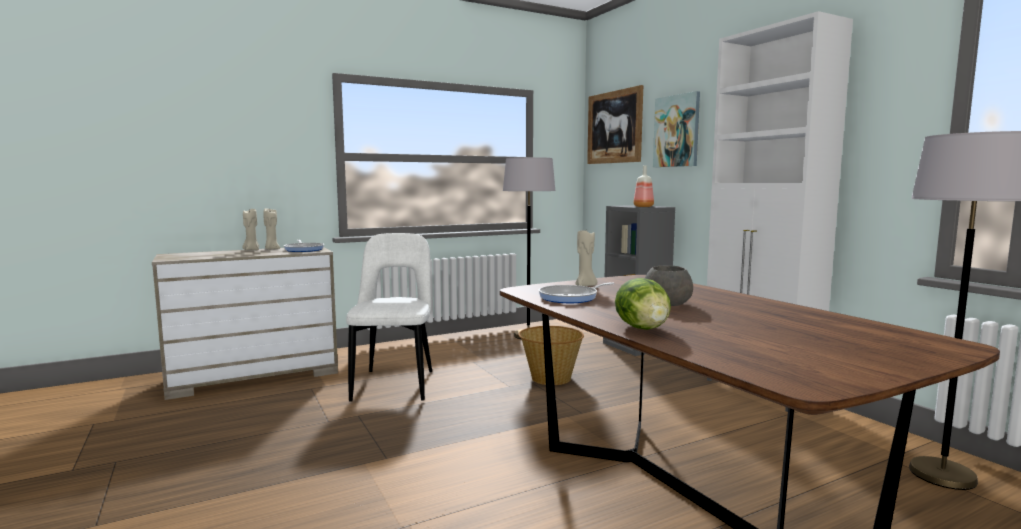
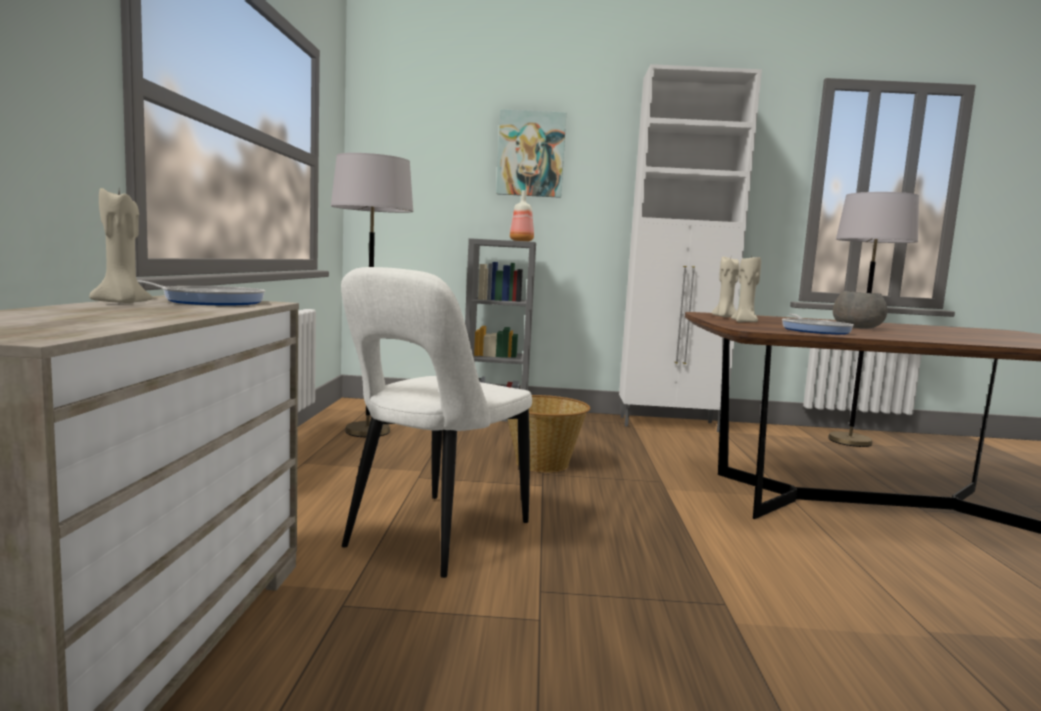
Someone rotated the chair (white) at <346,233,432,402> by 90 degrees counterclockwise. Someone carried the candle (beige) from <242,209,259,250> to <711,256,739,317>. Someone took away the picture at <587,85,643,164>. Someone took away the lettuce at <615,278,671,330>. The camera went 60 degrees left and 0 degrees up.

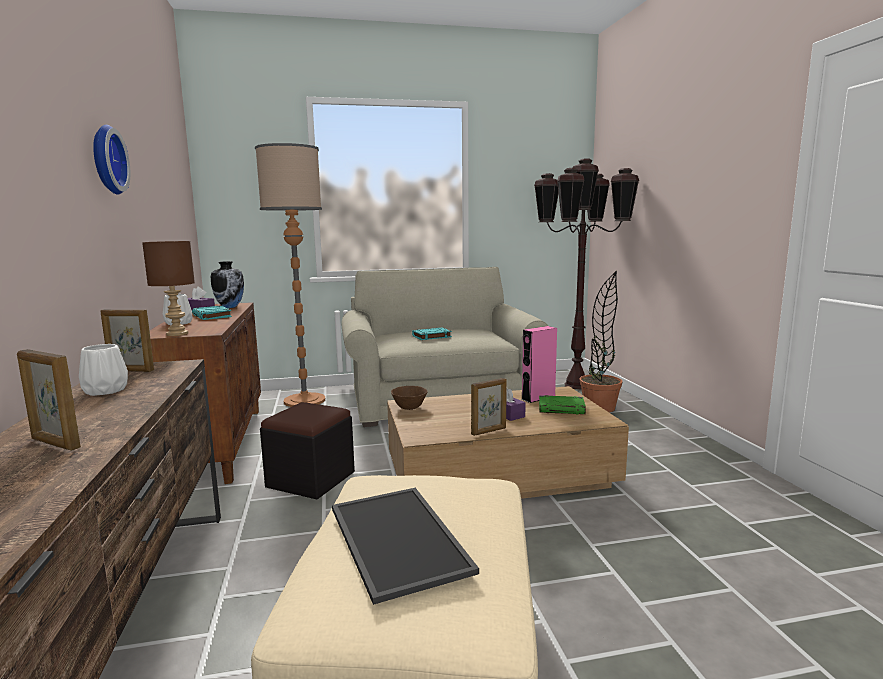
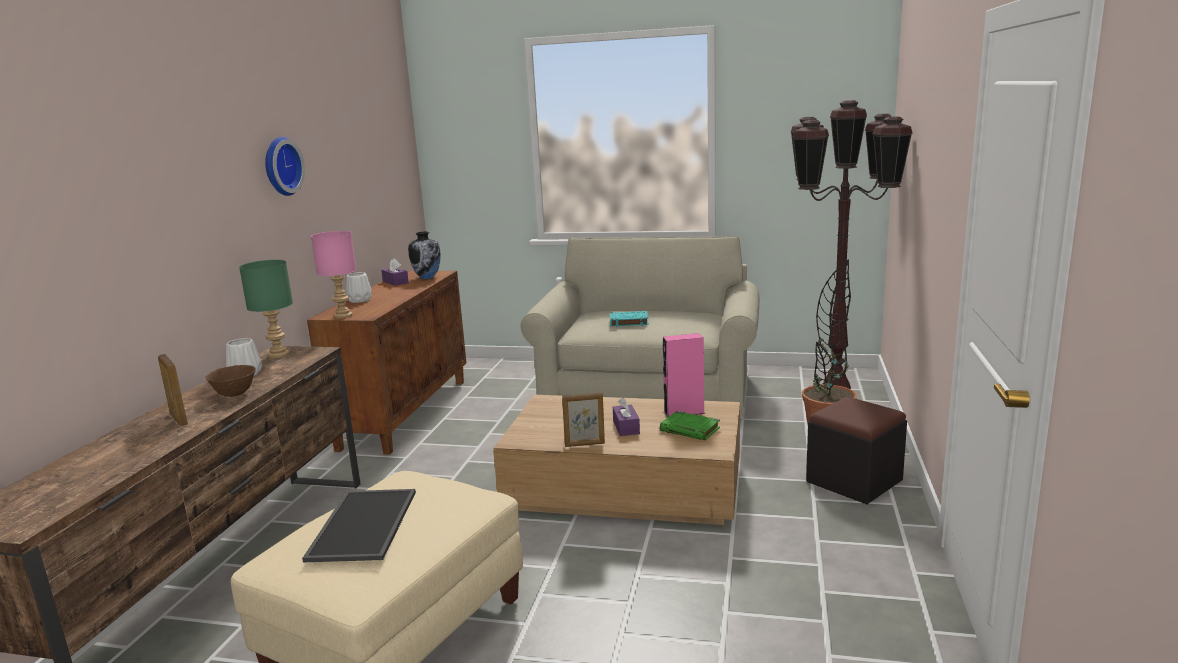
Someone carried the bowl (brown) from <391,386,428,410> to <205,365,256,397>. Someone swapped the picture frame at <100,309,154,372> for the table lamp (green) at <239,260,293,358>. Someone repainted the table lamp (brown) at <142,241,195,336>, which became the table lamp (pink) at <311,231,357,318>. Someone carried the ottoman (black) from <260,402,355,499> to <806,397,907,504>. Someone took away the book (turquoise) at <192,306,232,320>. Someone took away the floor lamp at <255,143,325,407>. The camera went 25 degrees right and 5 degrees up.

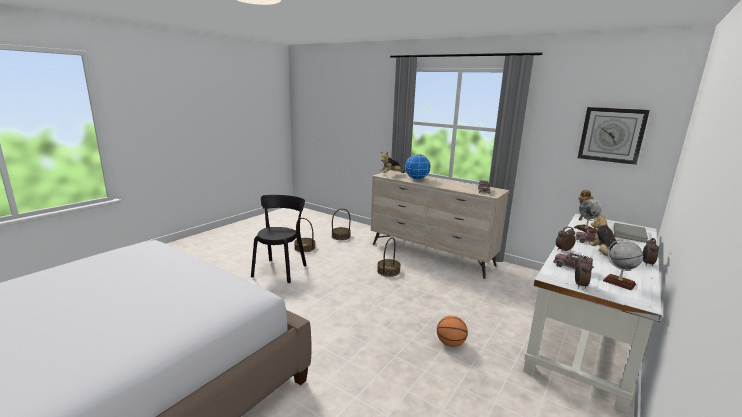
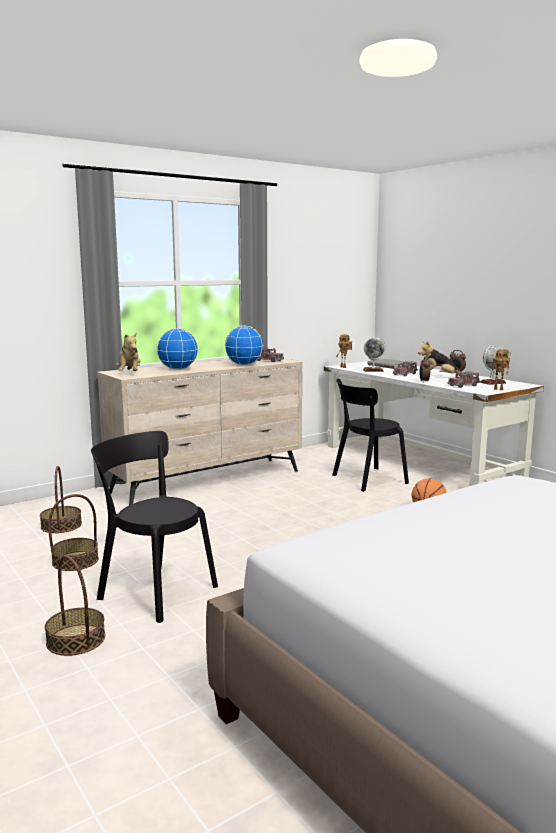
Someone carried the basket from <377,237,401,277> to <45,556,105,656>. Someone put down the globe at <224,326,264,365>. Someone put down the chair (black) at <332,379,409,492>. Someone swapped the alarm clock at <575,256,592,289> for the toy robot at <490,349,511,390>. Someone took away the wall clock at <578,107,650,165>. The camera went 70 degrees left and 5 degrees down.

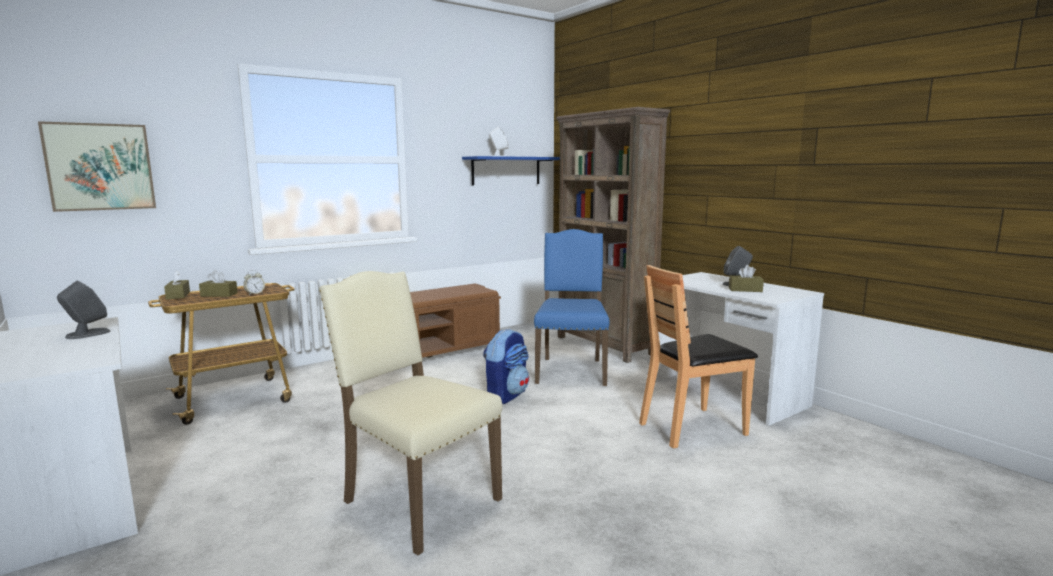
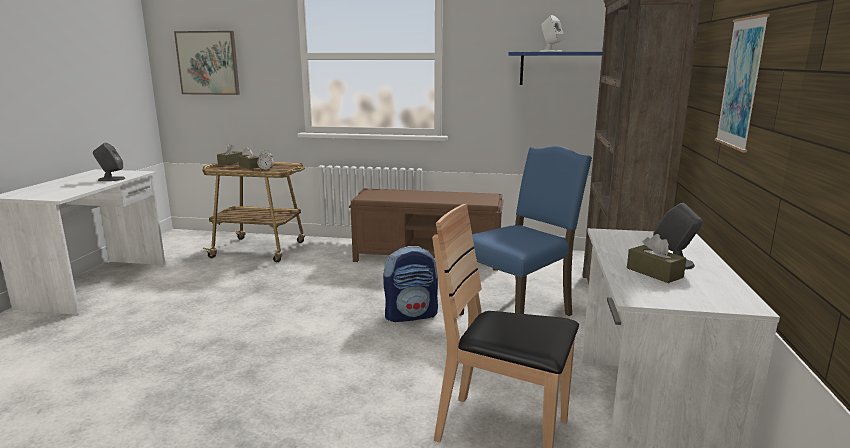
Someone put up the picture at <715,14,770,153>. Someone took away the chair (beige) at <319,271,502,555>. The camera went 45 degrees right and 5 degrees up.

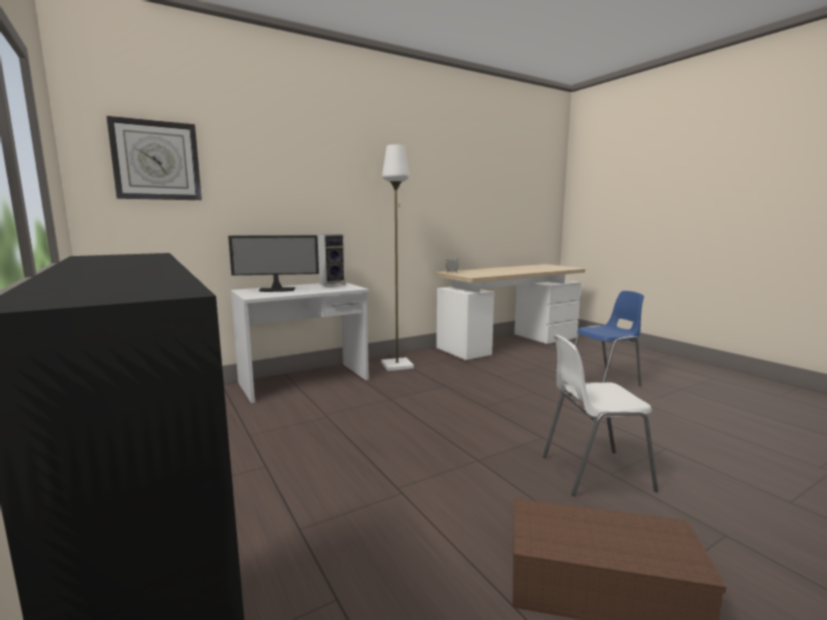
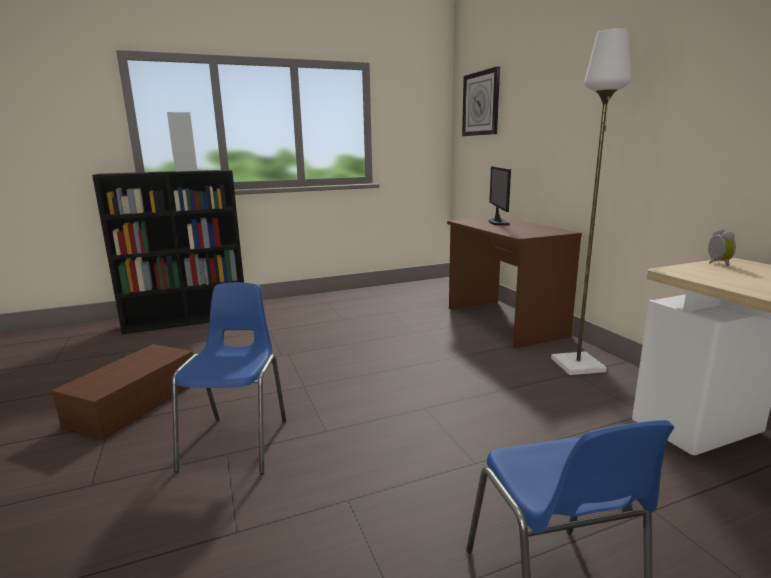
Someone carried the speaker from <317,234,346,287> to <167,112,197,172>. Someone repainted the chair (white) at <543,335,658,496>, which became the chair (blue) at <172,282,286,474>. Someone repainted the desk (white) at <230,283,369,403>, which became the desk (brown) at <447,217,582,348>. The camera went 100 degrees right and 5 degrees up.

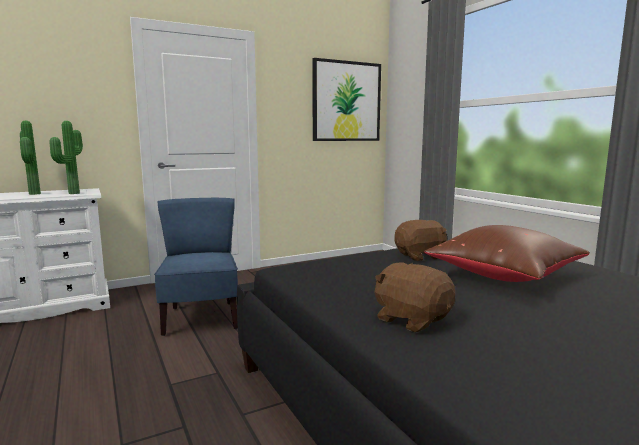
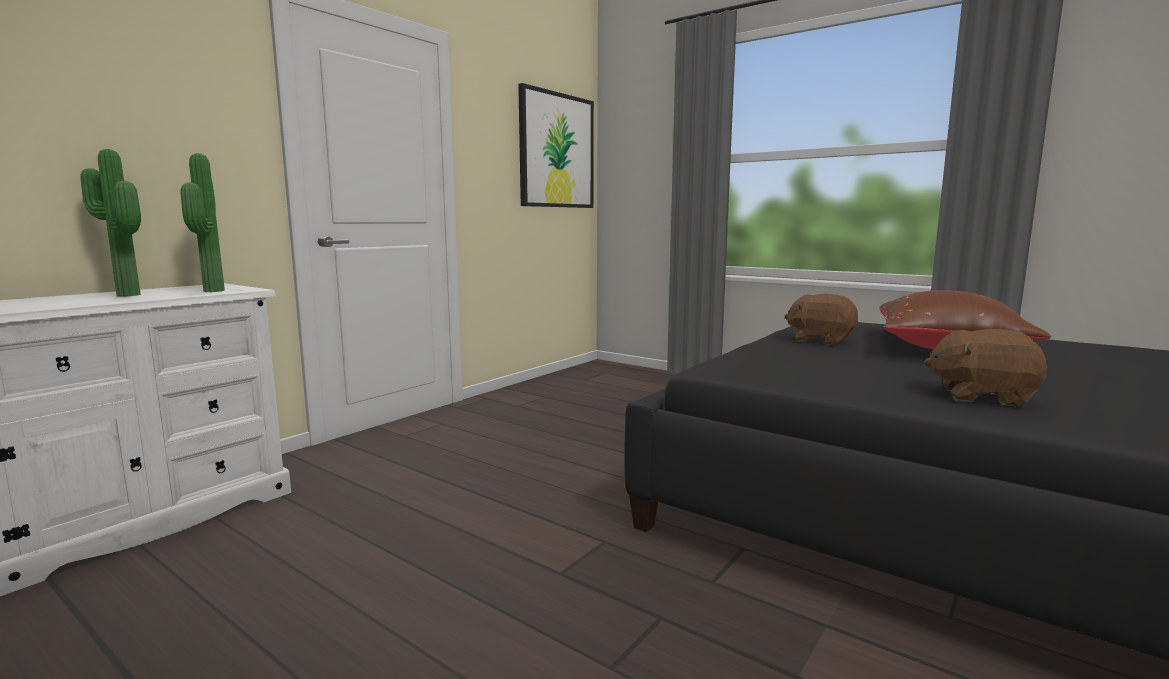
Someone rotated the plush toy (brown) at <394,220,447,261> by 105 degrees counterclockwise. Someone took away the chair (blue) at <154,198,238,336>. The camera went 25 degrees left and 0 degrees up.

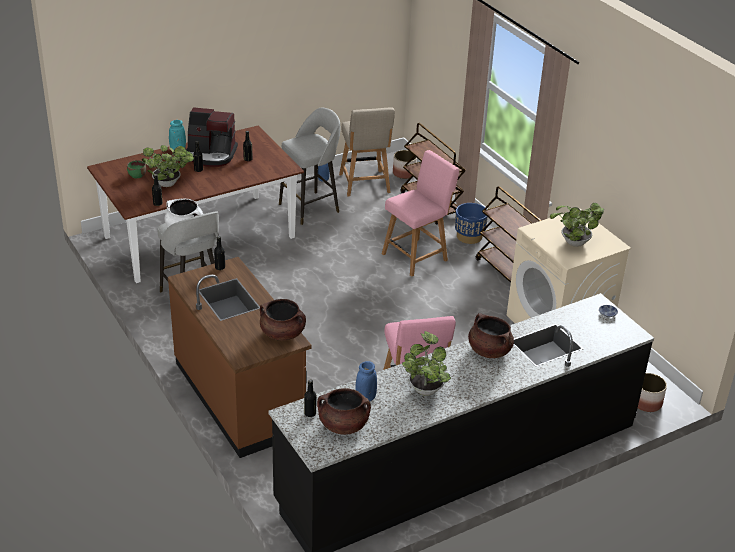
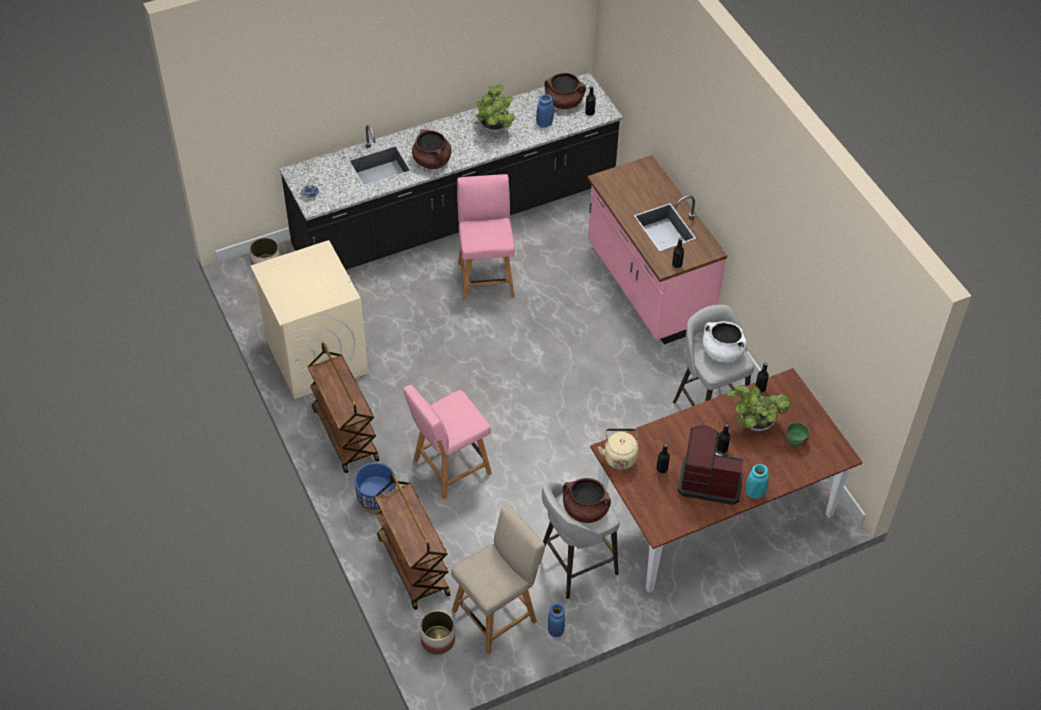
Someone rotated the chair (beige) at <339,107,395,196> by 60 degrees clockwise. Someone carried the cooking pot (brown) from <260,299,306,340> to <563,478,611,523>. Someone repainted the counter (brown) at <168,257,311,458>, which became the counter (pink) at <587,155,727,344>. Someone put down the kettle (beige) at <598,428,638,470>. Someone took away the potted plant at <550,203,604,247>. The camera went 175 degrees left and 15 degrees up.

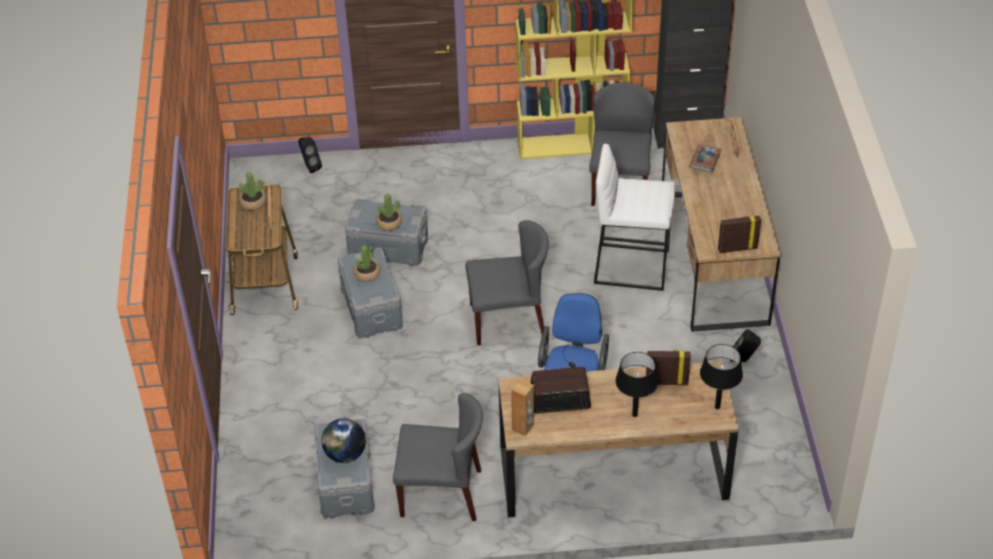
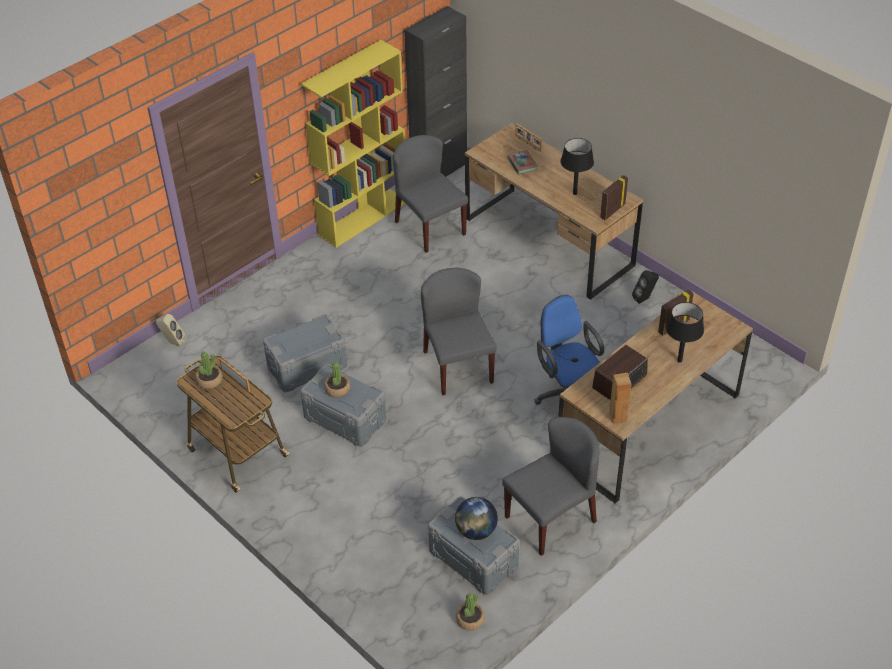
Someone repainted the speaker (black) at <298,137,322,173>, which became the speaker (beige) at <156,314,185,346>. Someone rotated the chair (grey) at <465,220,549,345> by 60 degrees counterclockwise. Someone carried the potted plant from <376,193,402,231> to <456,593,485,630>. Someone carried the table lamp (black) from <700,344,743,409> to <561,138,594,195>. Someone took away the stool (white) at <594,144,675,291>. The camera went 40 degrees left and 0 degrees up.

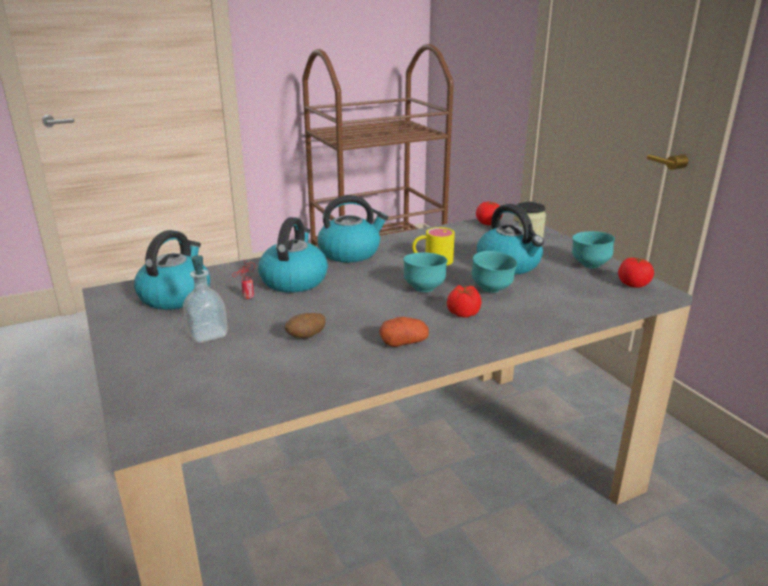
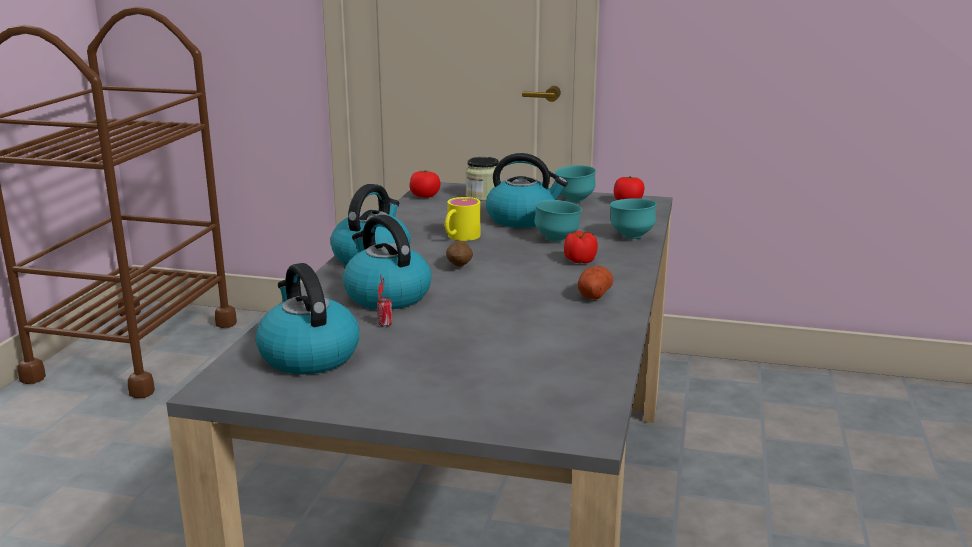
Someone carried the potato from <285,313,325,339> to <446,241,473,267>. Someone carried the bowl (turquoise) from <403,252,447,292> to <610,198,657,239>. Someone took away the soap dispenser at <183,255,228,343>. The camera went 50 degrees left and 5 degrees down.

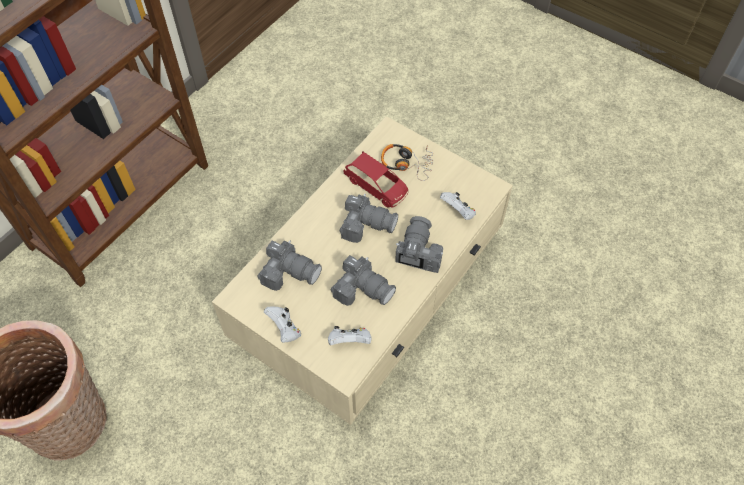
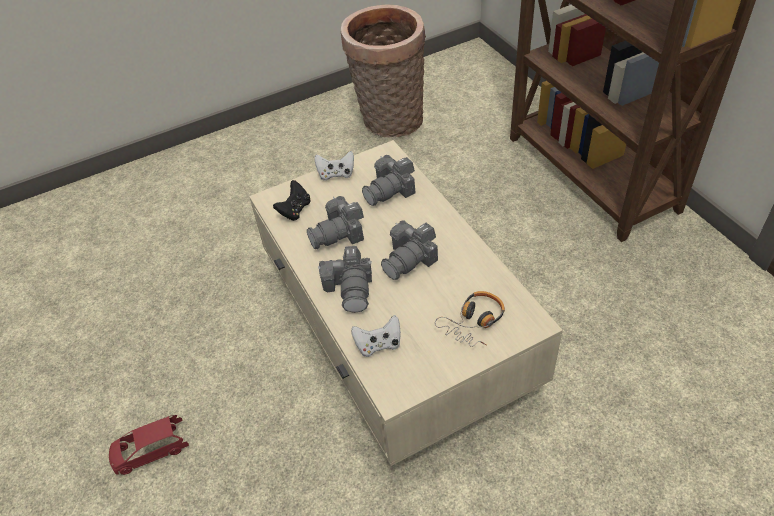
Someone carried the toy car (red) from <343,151,408,208> to <109,415,189,475>. Someone repainted the game controller (white) at <328,326,372,345>, which became the game controller (black) at <273,180,310,221>. Someone rotated the photo camera at <395,216,443,273> by 45 degrees clockwise. The camera went 120 degrees right and 10 degrees down.

